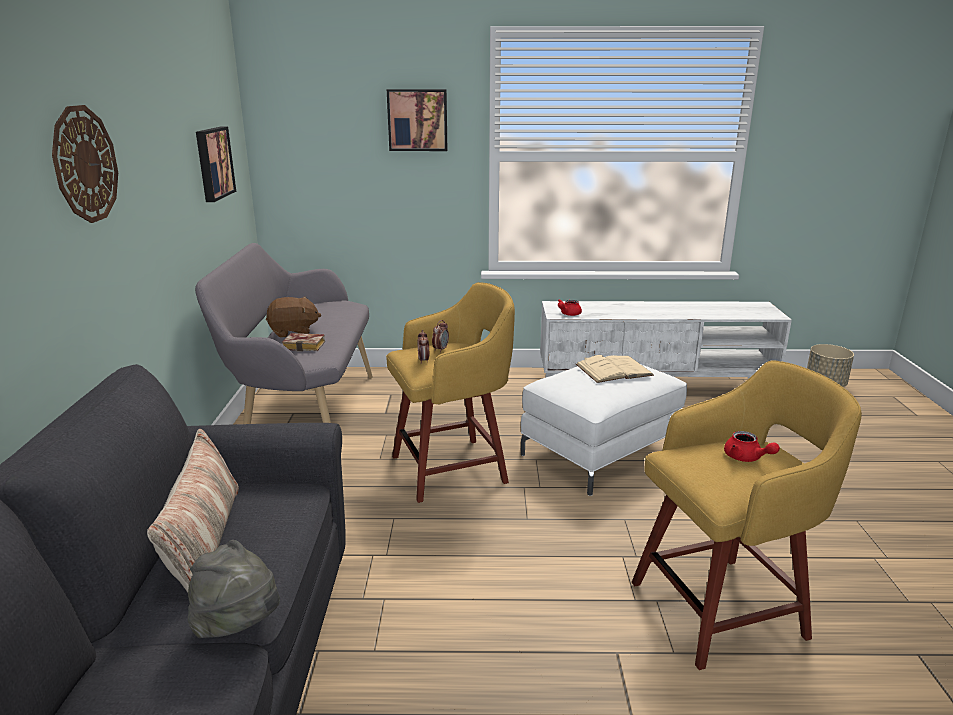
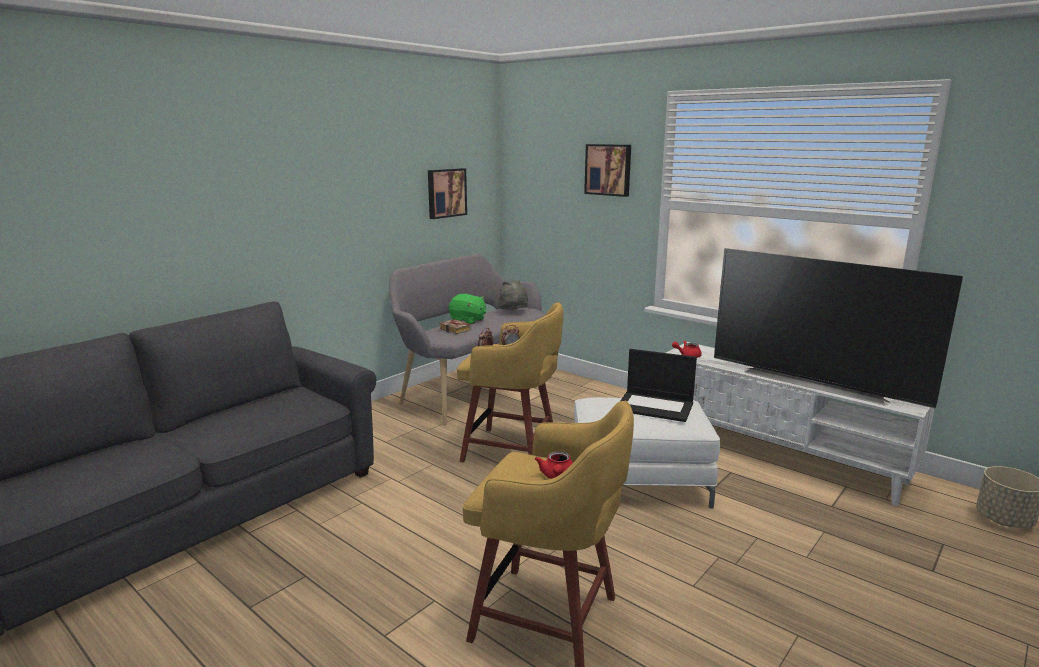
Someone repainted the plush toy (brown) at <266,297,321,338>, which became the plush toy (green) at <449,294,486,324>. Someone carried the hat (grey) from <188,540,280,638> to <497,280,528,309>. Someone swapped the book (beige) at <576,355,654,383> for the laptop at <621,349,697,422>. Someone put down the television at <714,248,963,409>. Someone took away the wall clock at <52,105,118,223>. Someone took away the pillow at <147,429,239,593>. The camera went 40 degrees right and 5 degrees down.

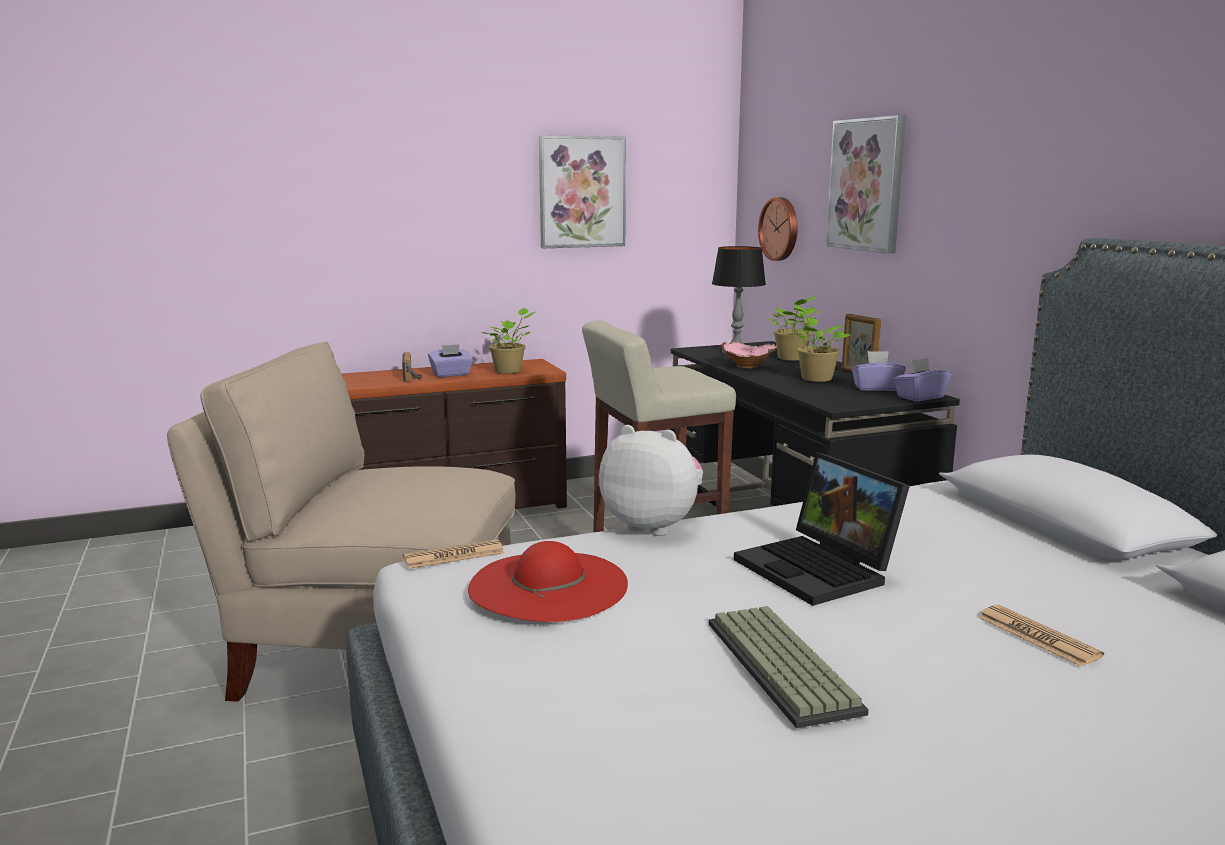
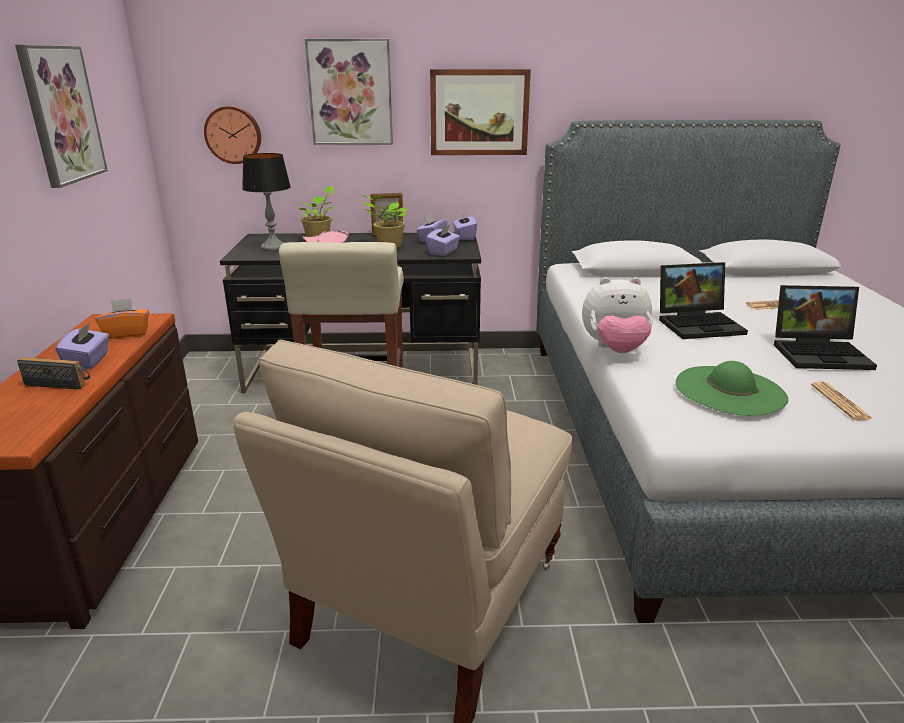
Someone swapped the potted plant at <480,308,535,374> for the tissue box (orange) at <96,298,149,339>. Someone put down the tissue box (purple) at <426,225,460,256>. Someone put up the picture at <430,69,531,155>. Someone rotated the plush toy at <599,425,703,536> by 135 degrees counterclockwise. Someone repainted the hat (red) at <468,541,628,622>, which became the hat (green) at <676,361,788,416>. Someone swapped the keyboard at <709,606,869,728> for the laptop at <774,285,877,370>. Someone carried the newspaper from <403,539,505,569> to <811,382,873,420>. The camera went 70 degrees left and 10 degrees up.

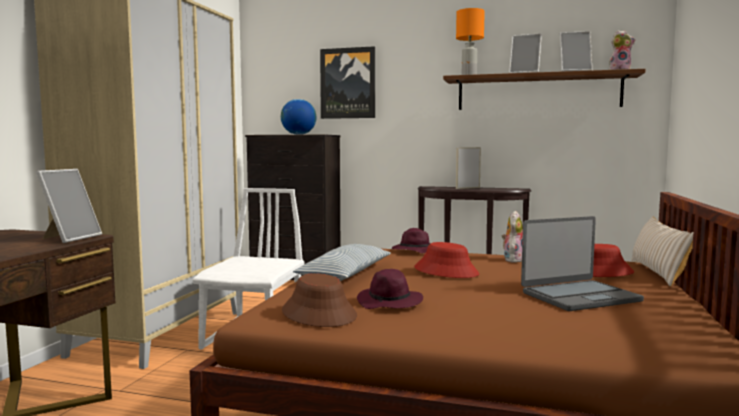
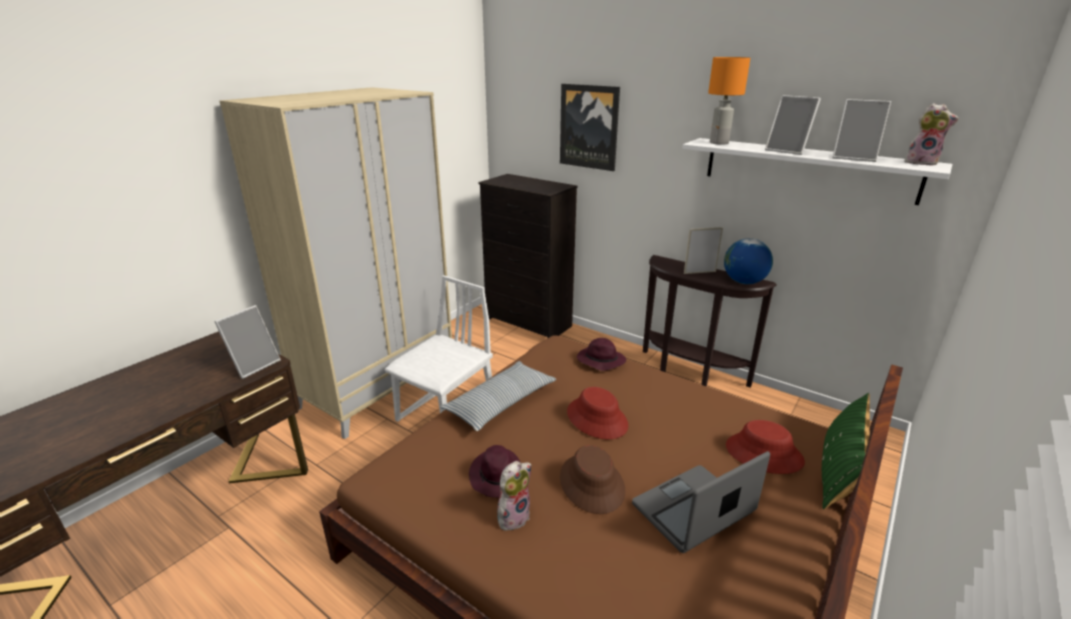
Someone carried the plush toy from <502,211,523,263> to <497,461,531,531>. Someone carried the hat (brown) from <282,273,357,327> to <560,445,625,514>. Someone rotated the laptop at <521,216,644,311> by 150 degrees clockwise. Someone repainted the shelf (brown) at <443,69,645,110>, which became the shelf (white) at <682,138,952,205>. Someone carried the globe from <281,99,316,135> to <724,238,773,284>. Someone repainted the pillow (beige) at <631,216,693,287>, which became the pillow (green) at <822,393,870,510>. The camera went 20 degrees right and 20 degrees up.

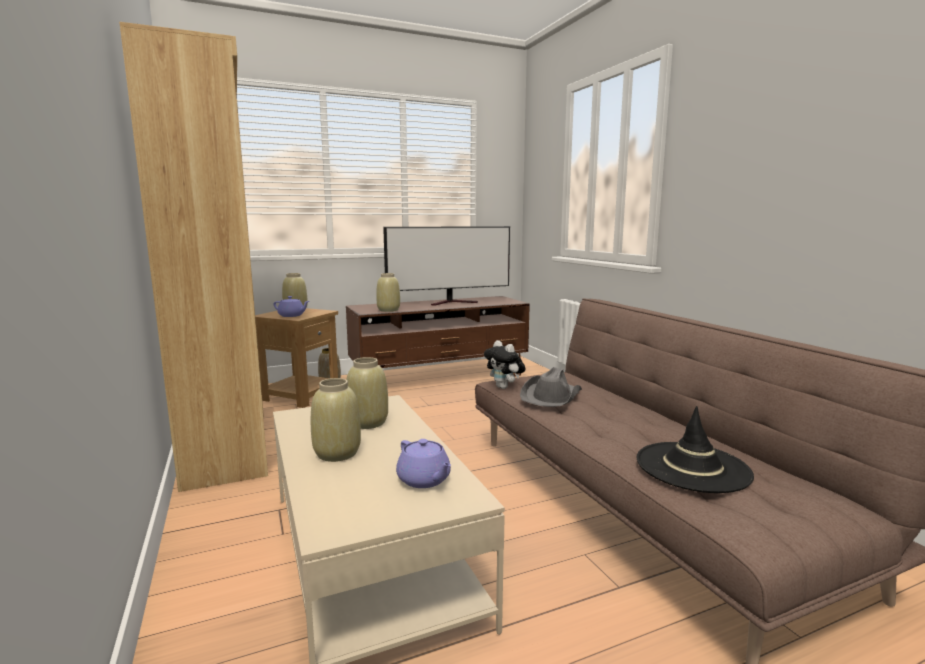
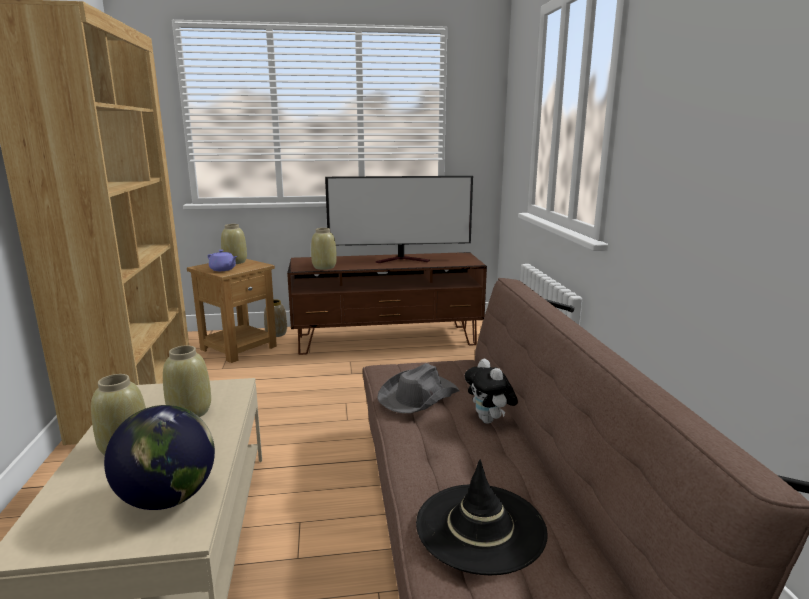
Someone swapped the teapot (purple) at <396,439,451,488> for the globe at <104,405,215,510>. Someone carried the plush toy from <484,340,526,389> to <465,359,518,424>. The camera went 15 degrees right and 5 degrees up.

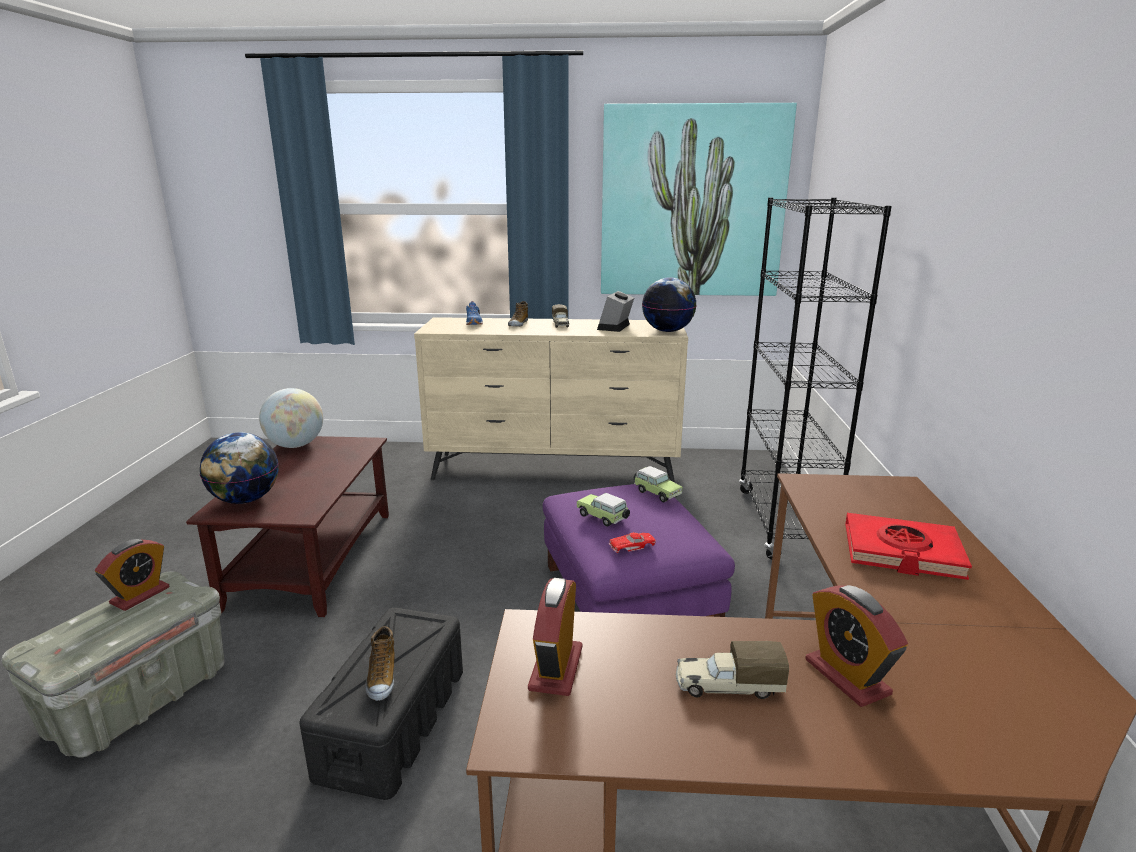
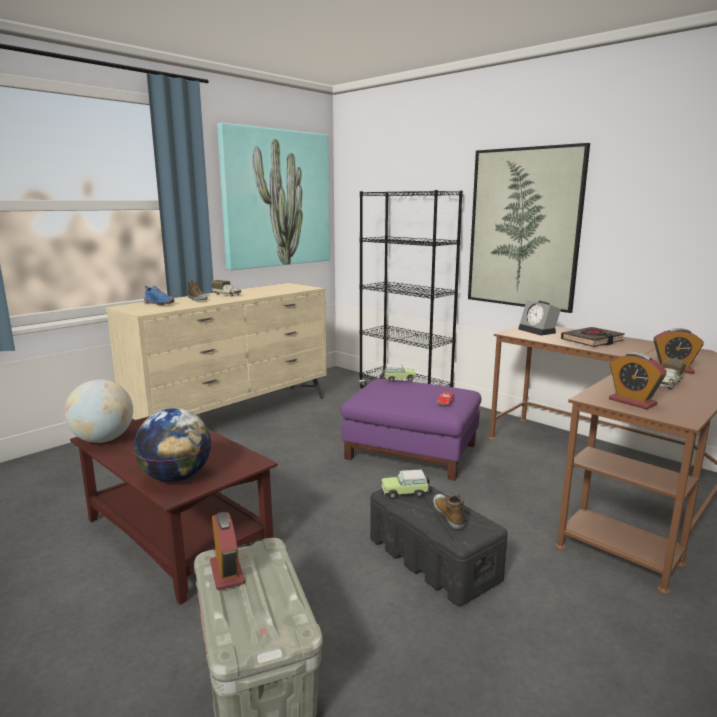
Someone carried the toy car from <577,493,630,527> to <381,470,429,499>. Someone rotated the shoe at <365,626,394,701> by 135 degrees counterclockwise. Someone put up the picture at <468,143,590,313>. Someone carried the alarm clock from <597,291,634,332> to <518,300,561,336>. Someone repainted the book (red) at <845,513,972,580>, which became the book (black) at <561,327,625,347>. Someone took away the globe at <642,277,697,332>. The camera went 50 degrees left and 5 degrees down.

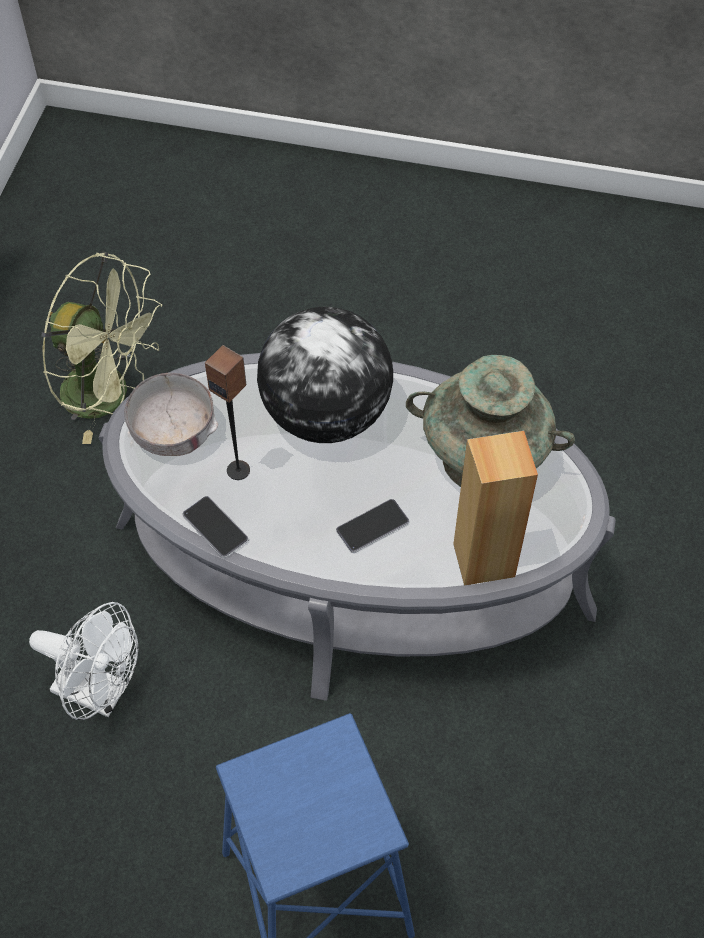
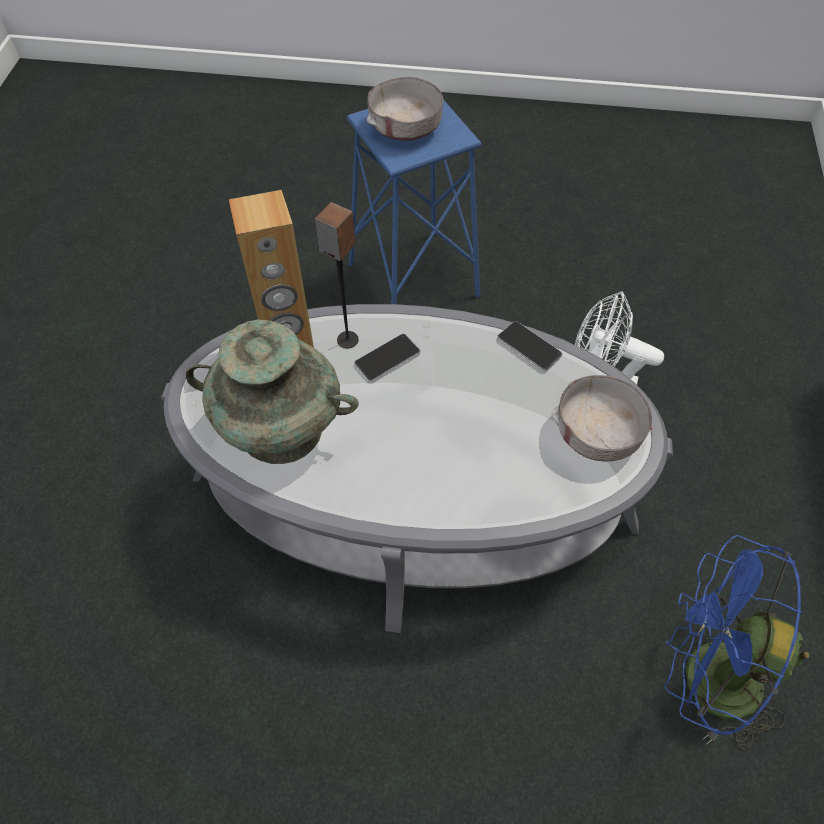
Someone carried the speaker from <205,345,250,480> to <315,202,359,348>. Someone put down the bowl (grey) at <367,77,444,141>. Someone repainted the fan (green) at <41,252,162,444>, which became the fan (blue) at <664,535,809,750>. Someone took away the globe at <257,307,393,443>. The camera went 175 degrees right and 0 degrees up.

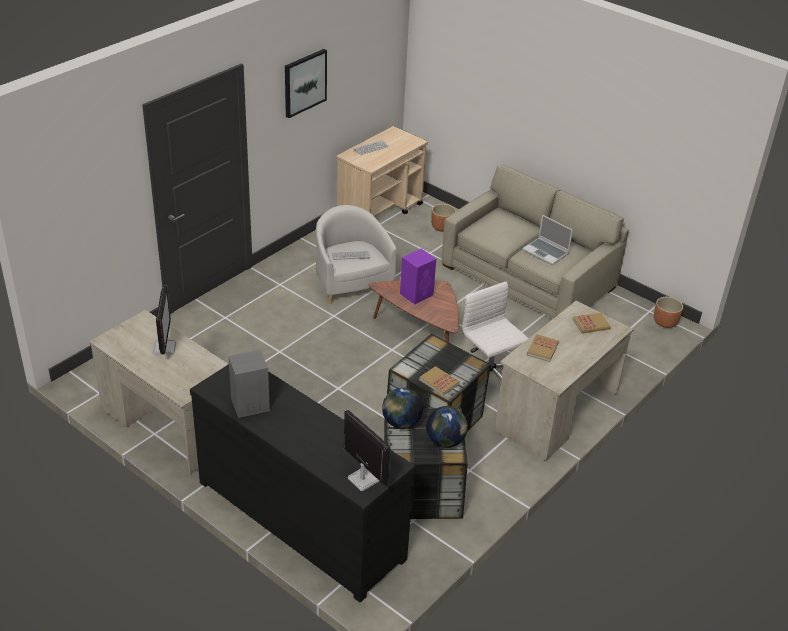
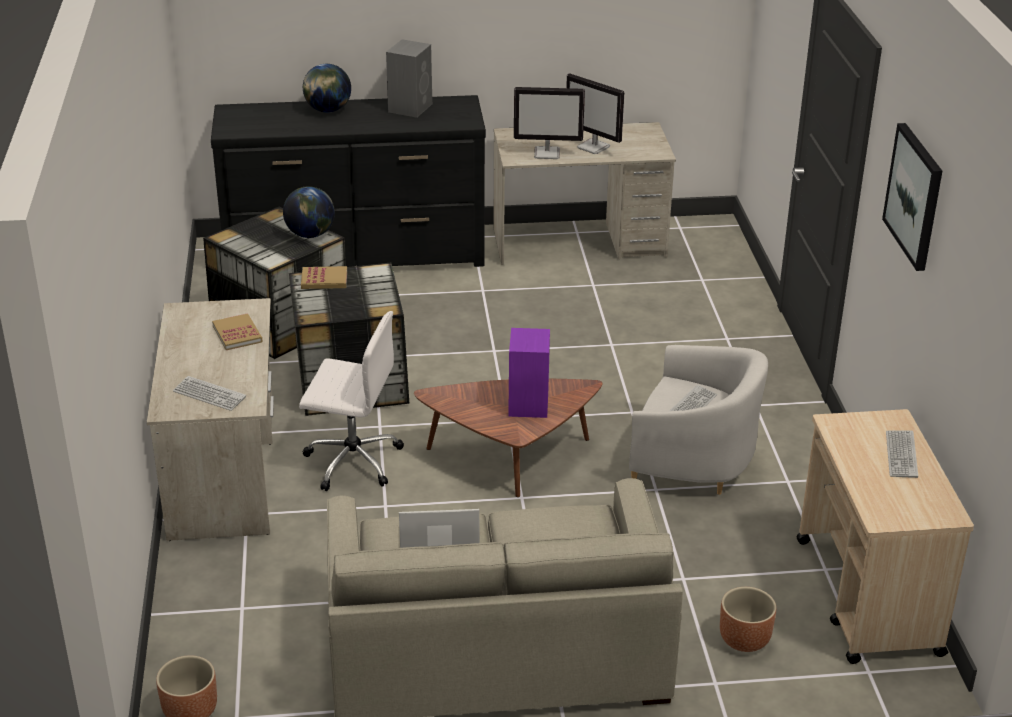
Someone swapped the book at <573,313,611,334> for the keyboard at <173,376,246,411>. Someone carried the globe from <426,406,468,448> to <303,64,351,113>. Someone carried the monitor from <344,410,391,491> to <514,87,585,159>. The camera went 135 degrees right and 5 degrees down.

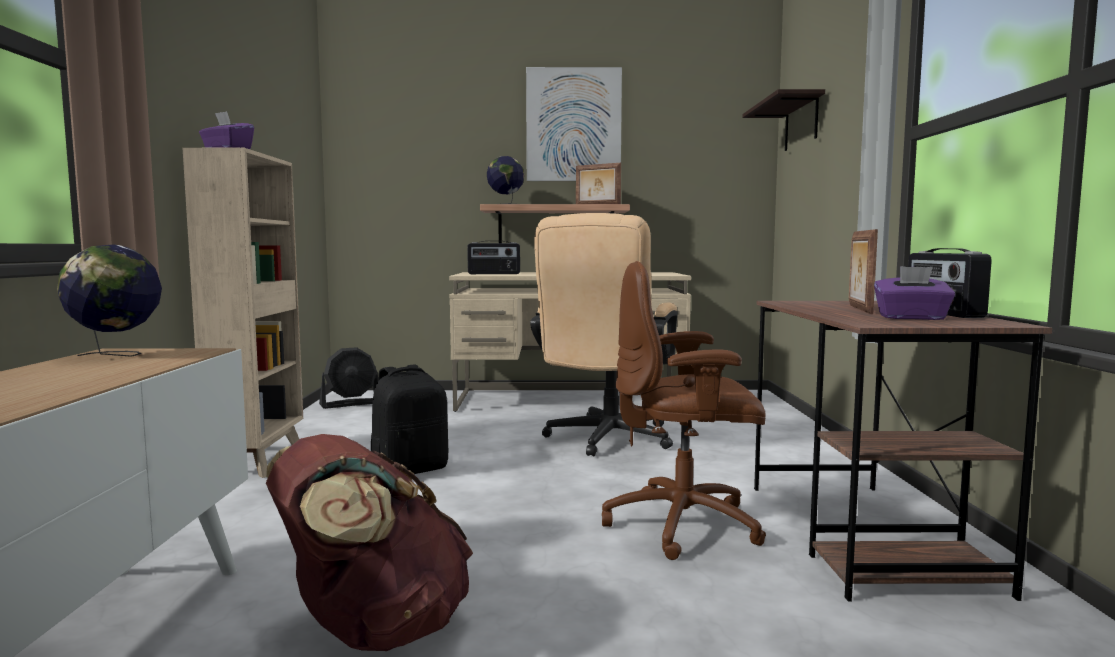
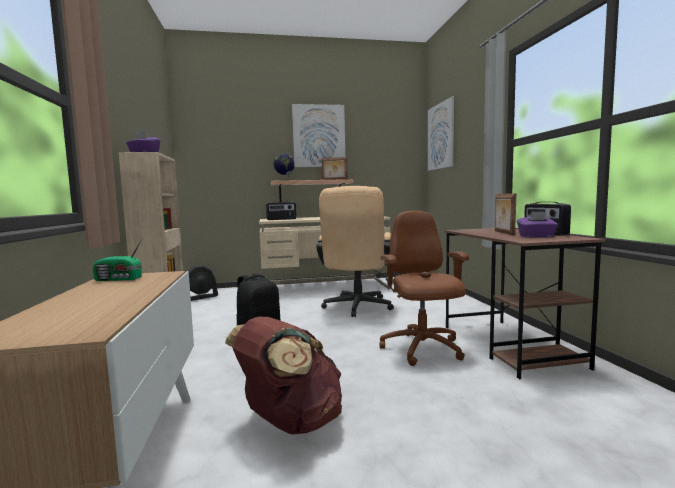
Someone swapped the globe at <57,244,162,357> for the radio at <93,239,142,281>. Someone rotated the office chair (brown) at <602,261,766,560> by 90 degrees clockwise. Someone swapped the shelf at <742,89,825,151> for the picture at <428,96,454,171>. The camera went 10 degrees left and 0 degrees up.

